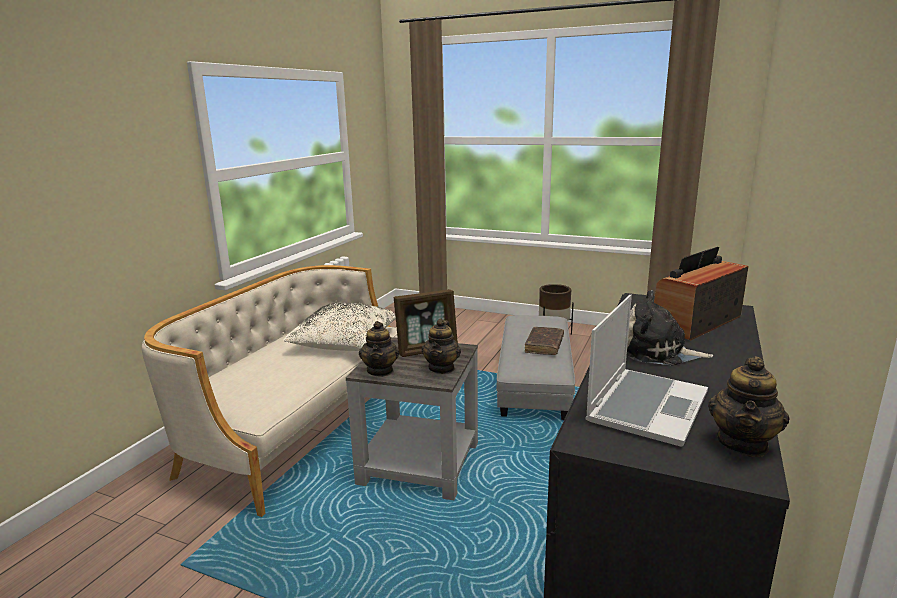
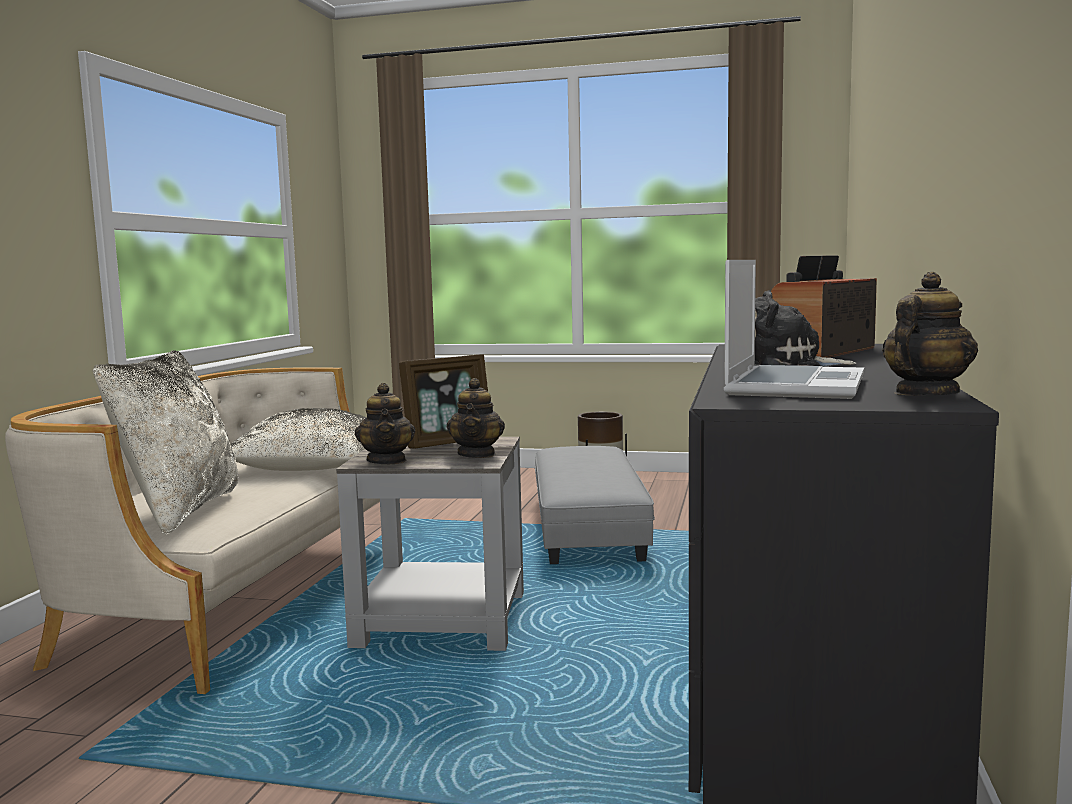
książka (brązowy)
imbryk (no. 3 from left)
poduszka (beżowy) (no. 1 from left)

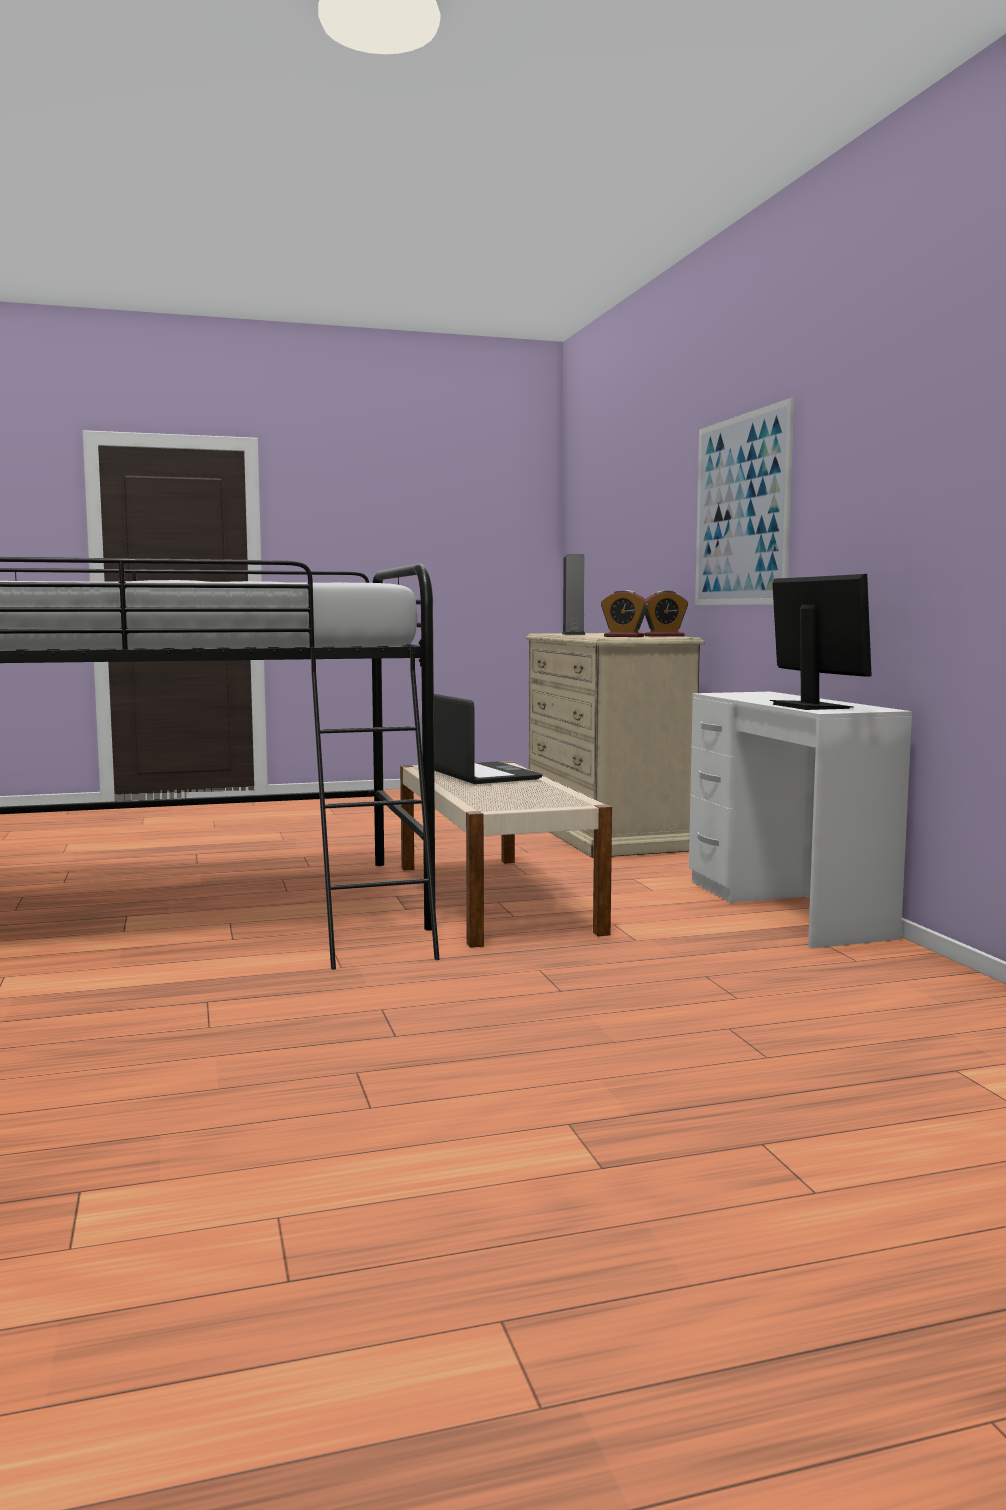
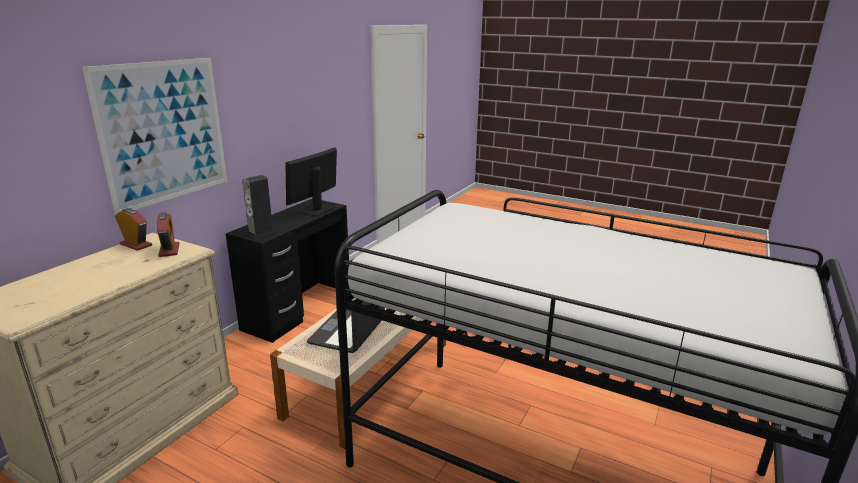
głośnik
biurko (czarny)

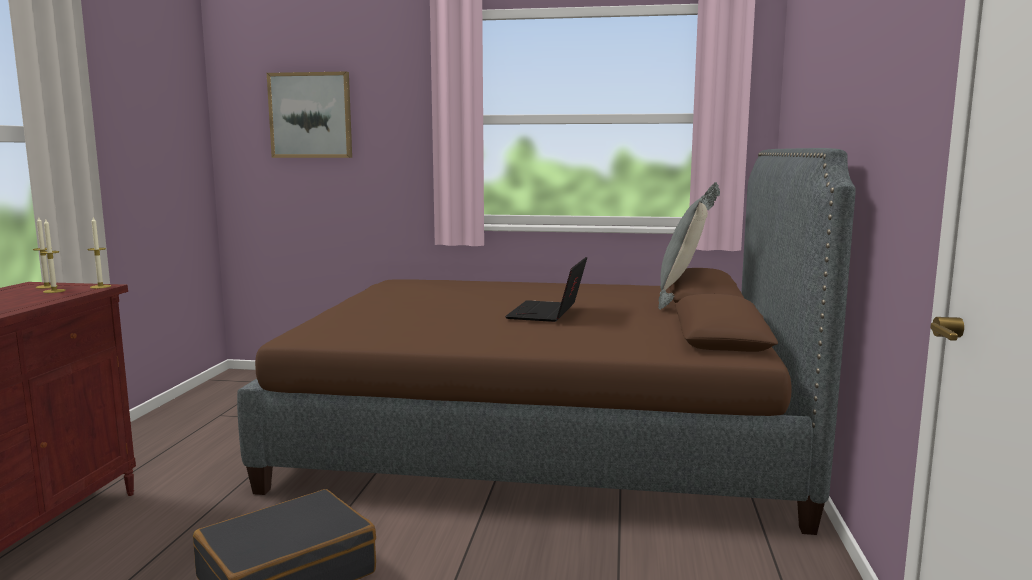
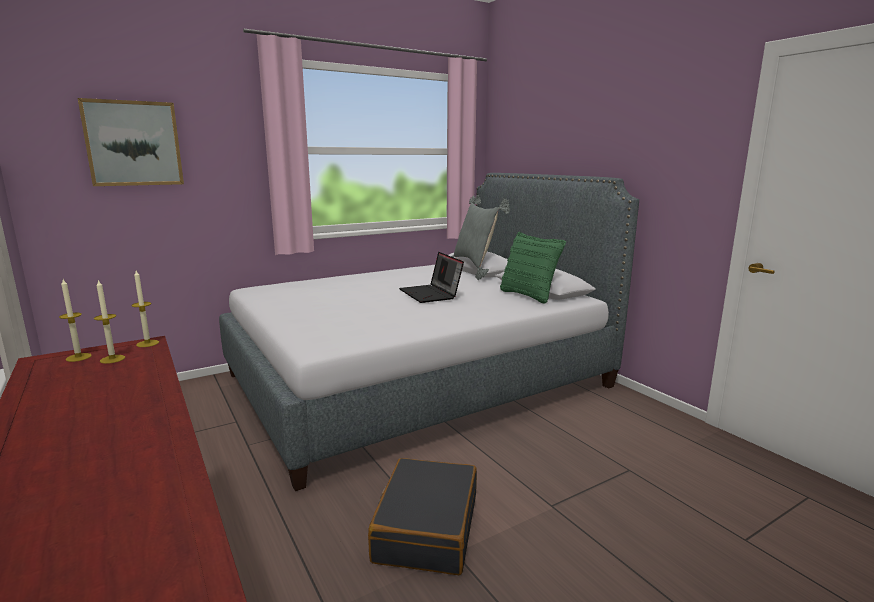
łóżko (szary)
poduszka (zielony)

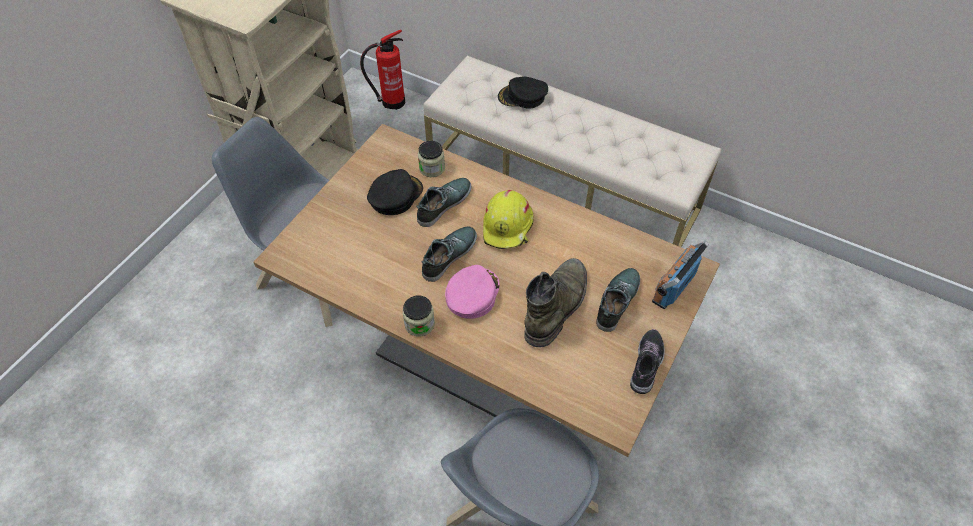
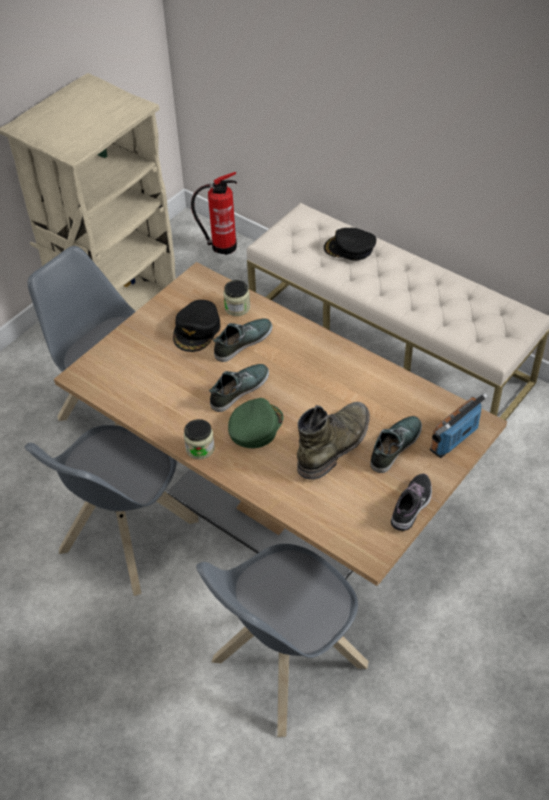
czapka z daszkiem (czarny) (no. 1 from left)
czapka z daszkiem (zielony)
kask (żółty)
krzesło (szary) (no. 2 from left)

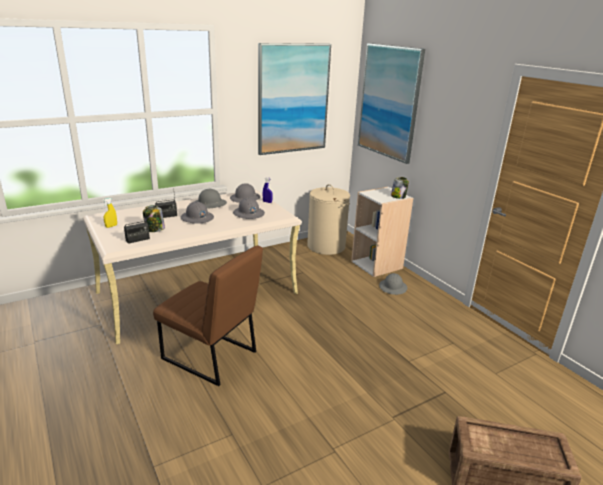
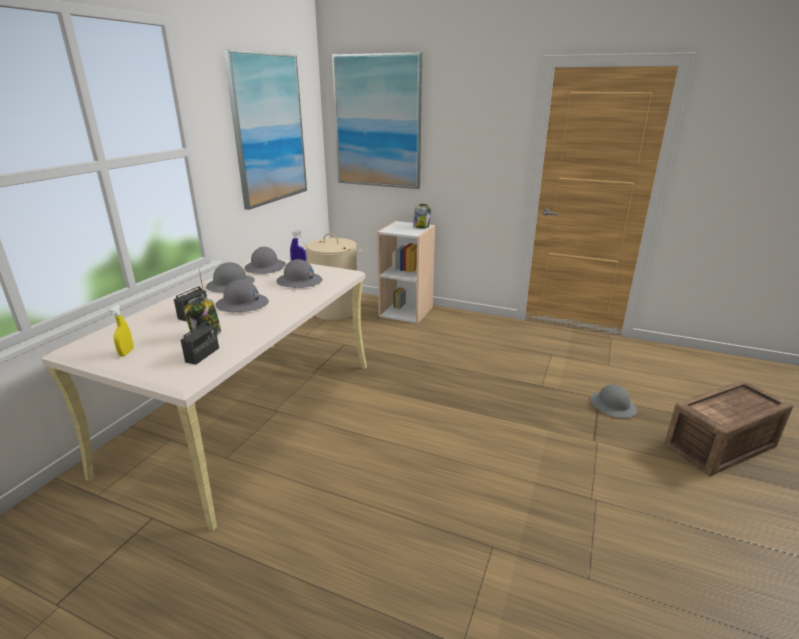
krzesło (brązowy)
kask (szary) (no. 5 from left)

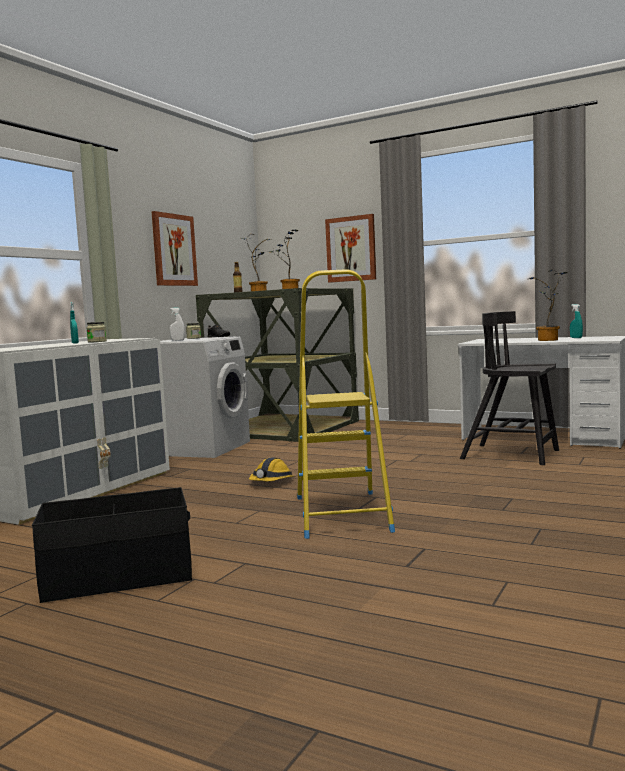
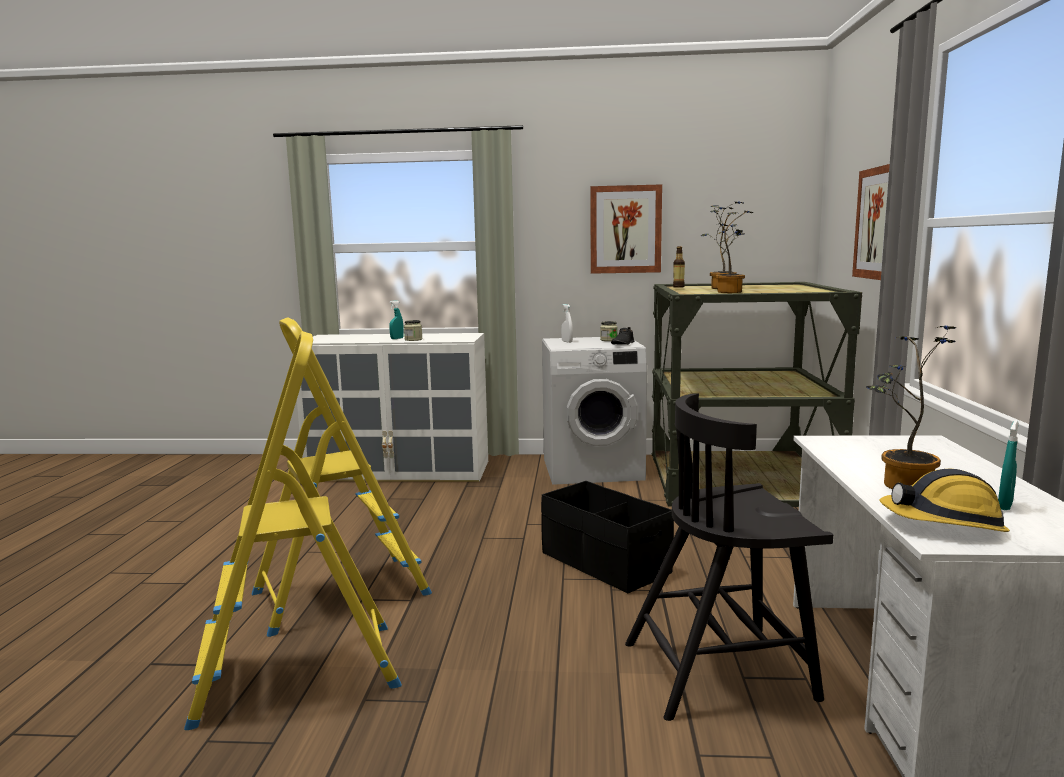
pojemnik do przechowywania (czarny)
kask
krzesło (czarny)
drabinka (żółty) (no. 1 from left)

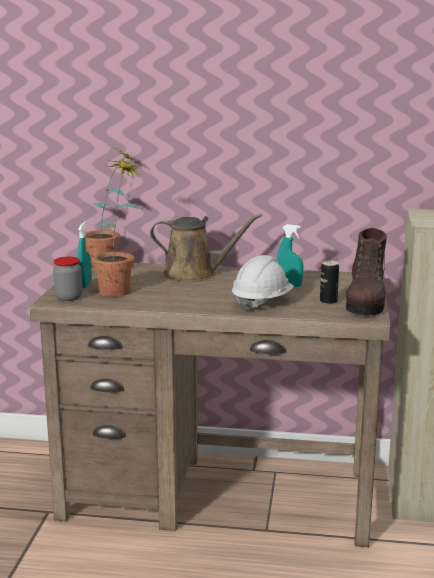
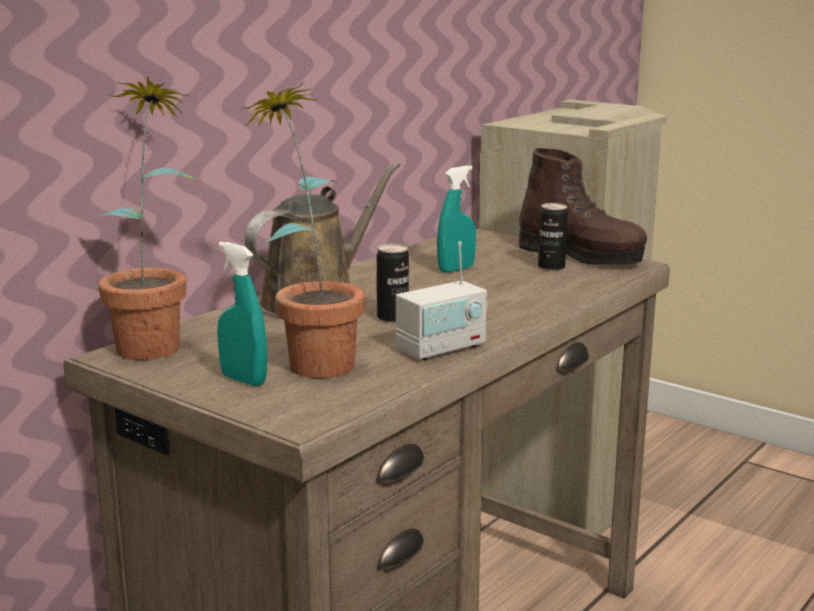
słoik
kask (biały)
puszka (no. 1 from left)
radio

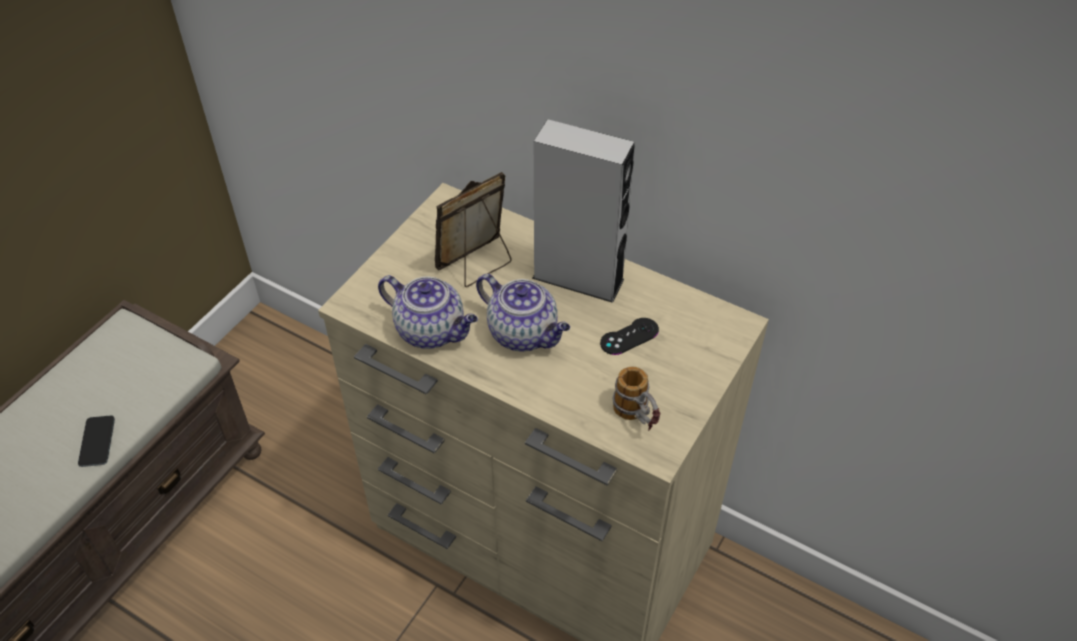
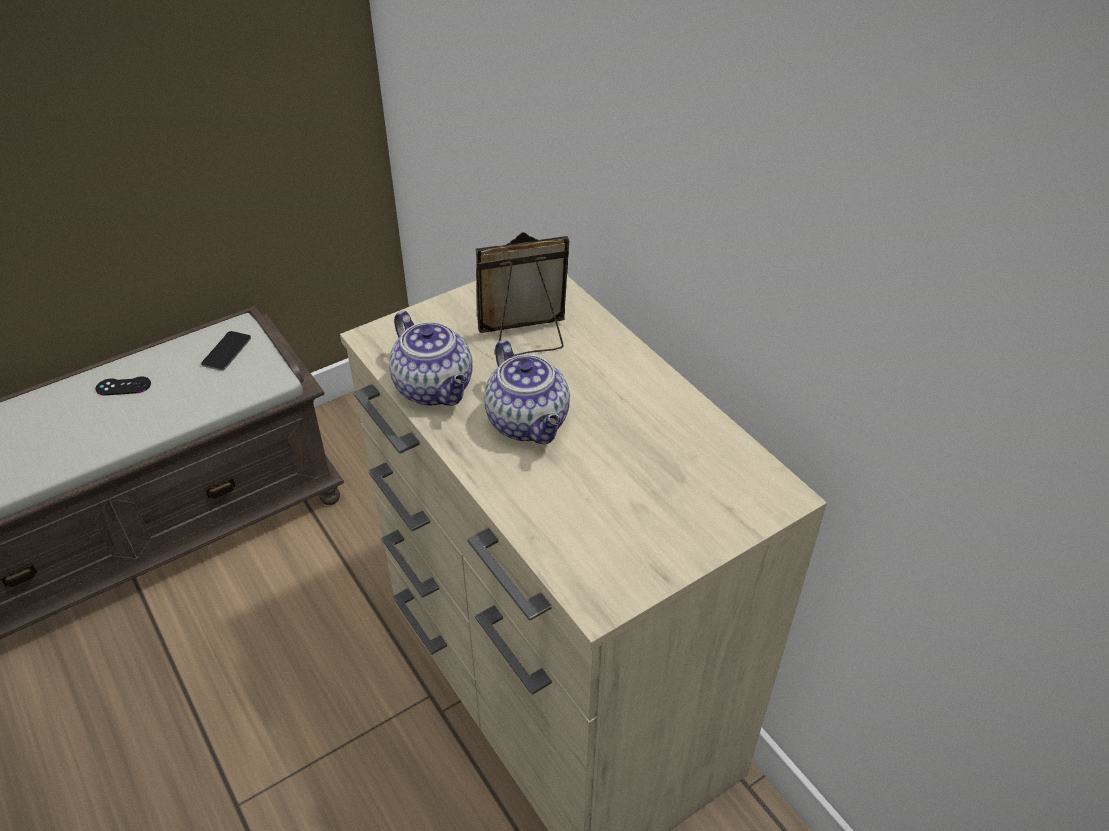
telefon
głośnik (szary)
pad do gier (czarny)
kubek

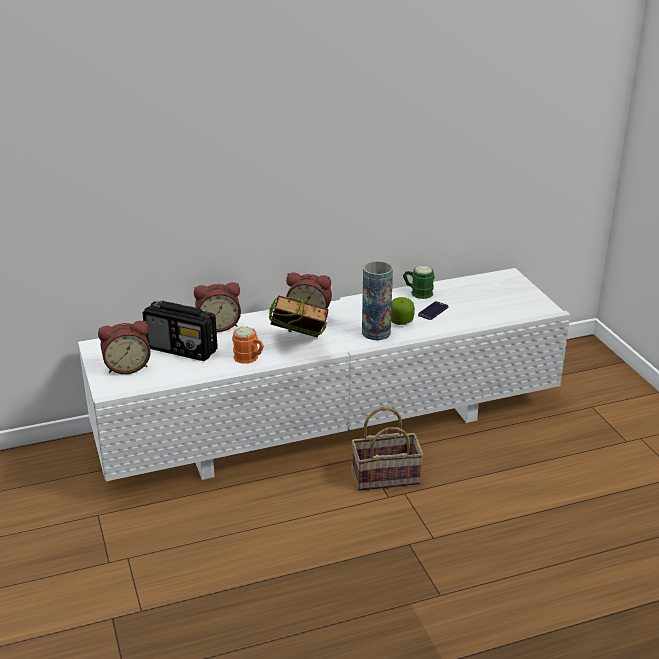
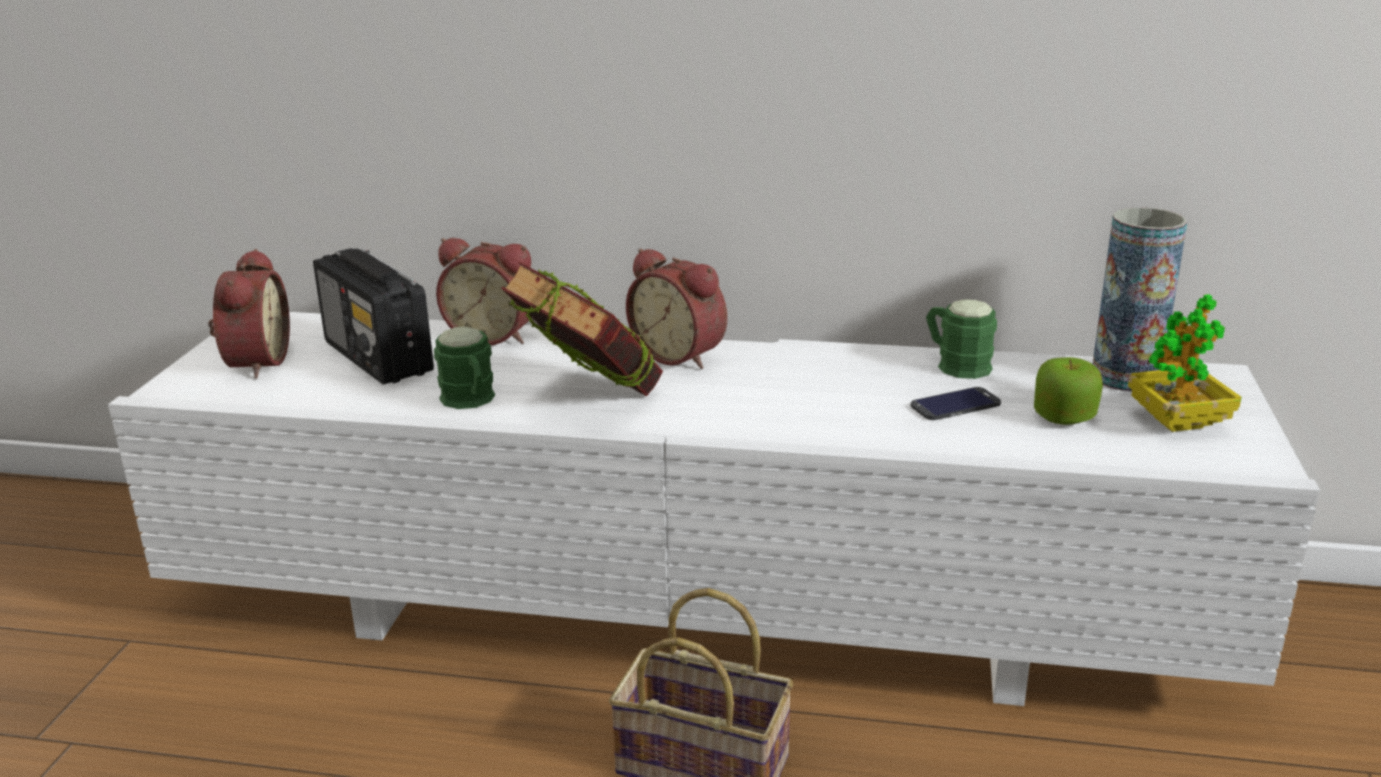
budzik (no. 1 from left)
kubek (zielony) (no. 1 from left)
wazon
jabłko
roślina doniczkowa

